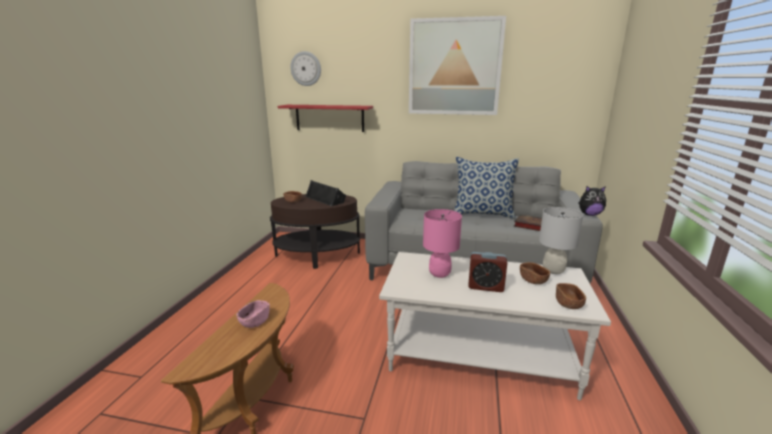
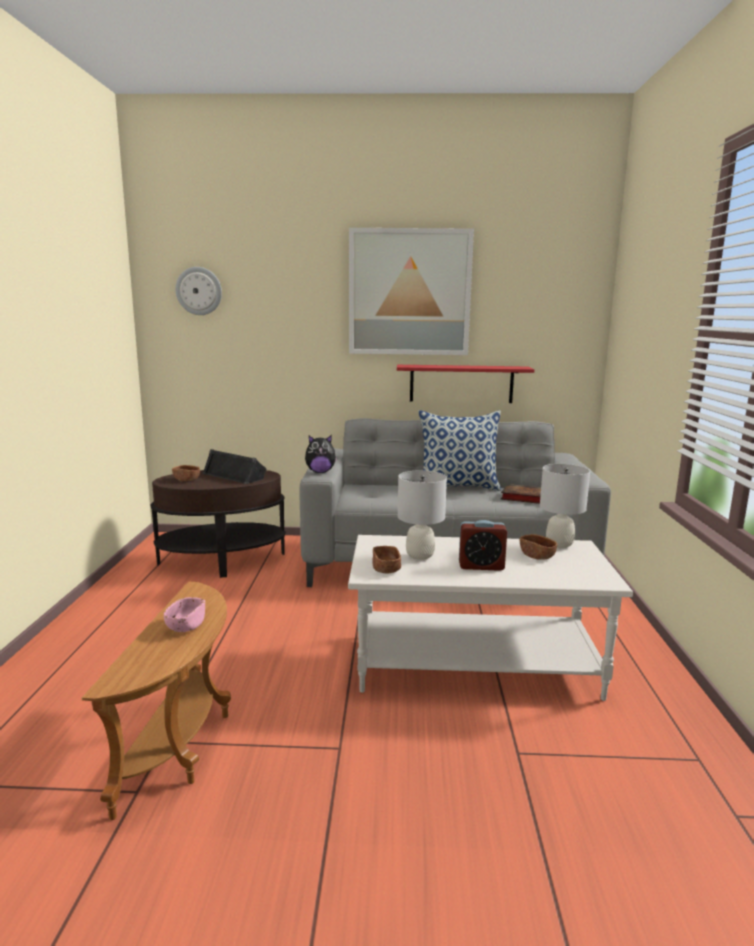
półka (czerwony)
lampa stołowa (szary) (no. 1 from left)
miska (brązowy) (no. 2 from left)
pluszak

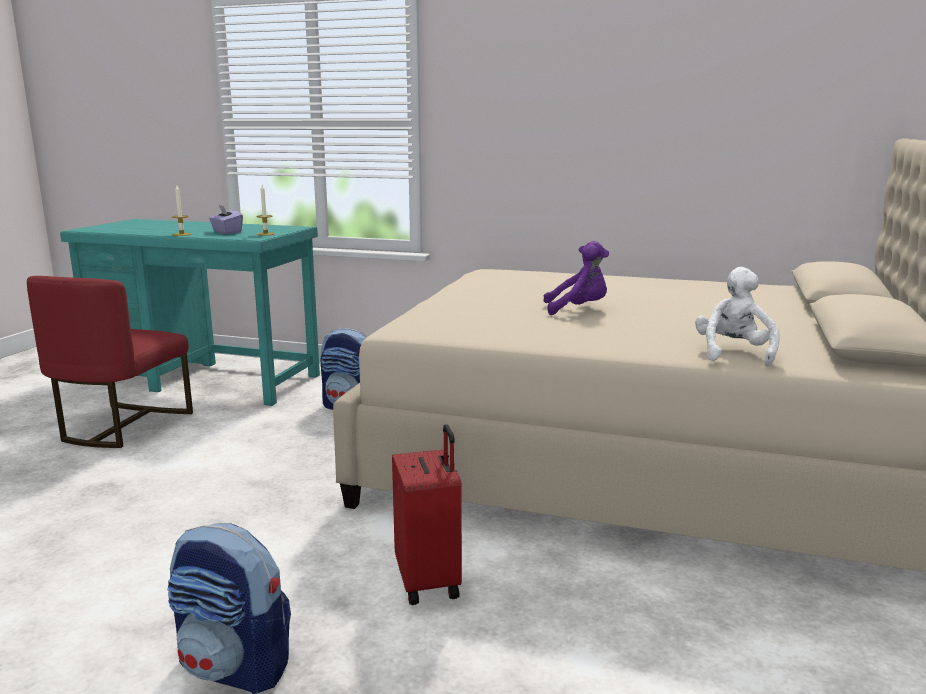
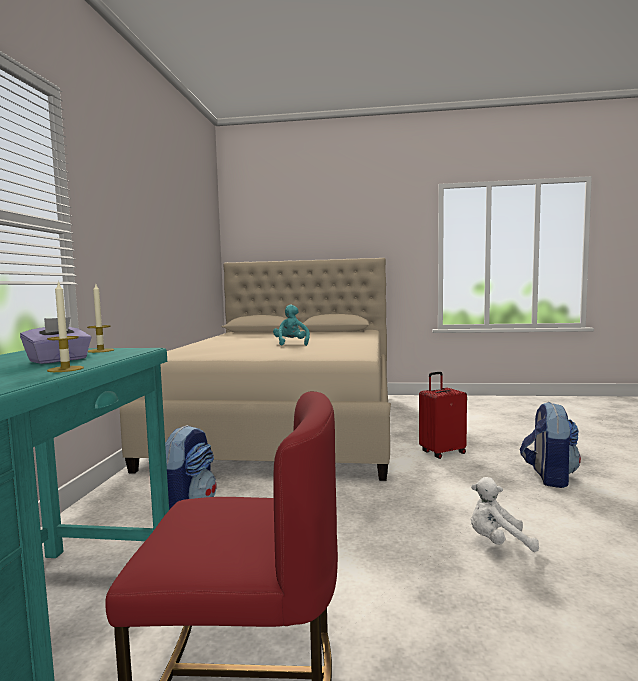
pluszak (turkusowy)
pluszak (biały)

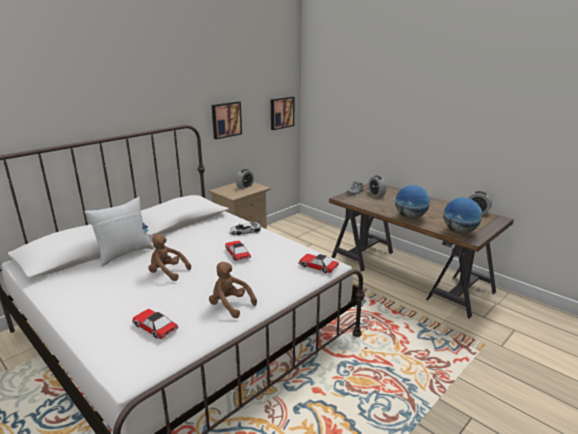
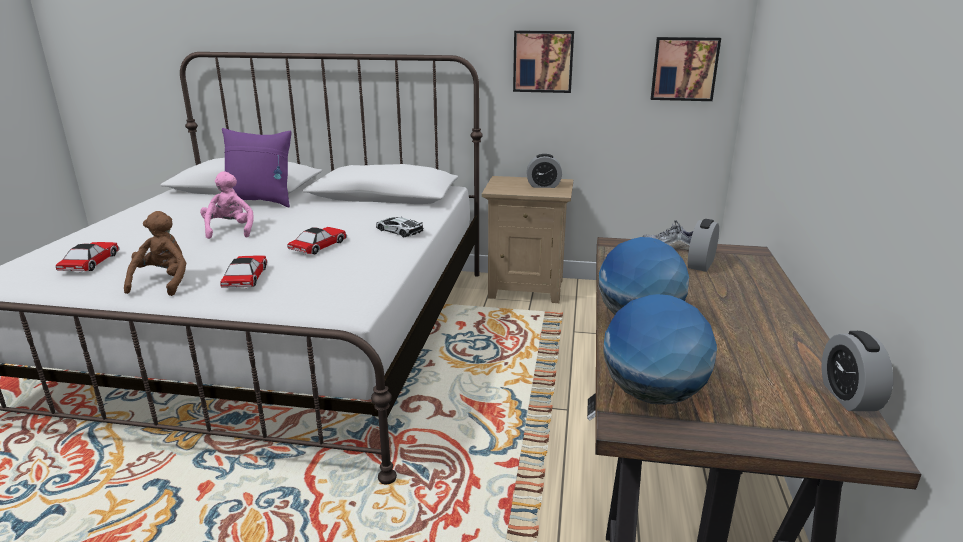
poduszka (fioletowy)
pluszak (różowy)
samochodzik (no. 2 from left)

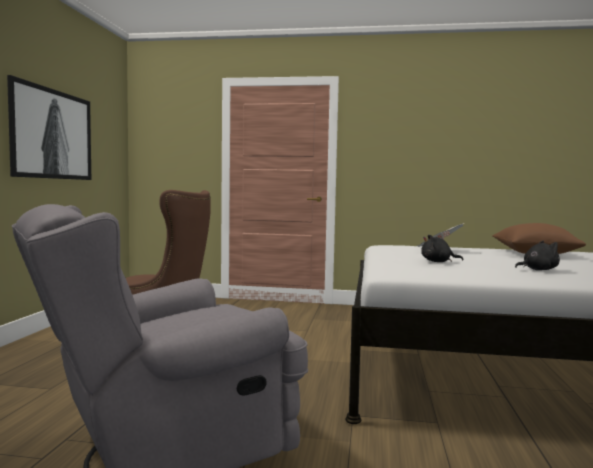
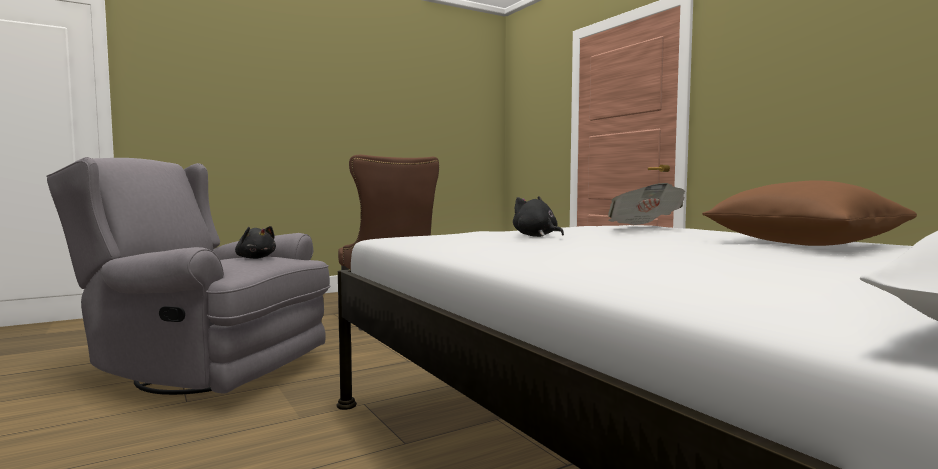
obraz
pluszak (czarny) (no. 1 from left)

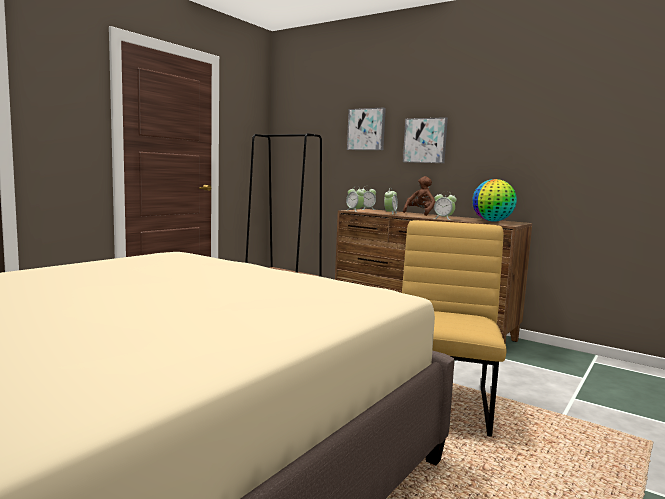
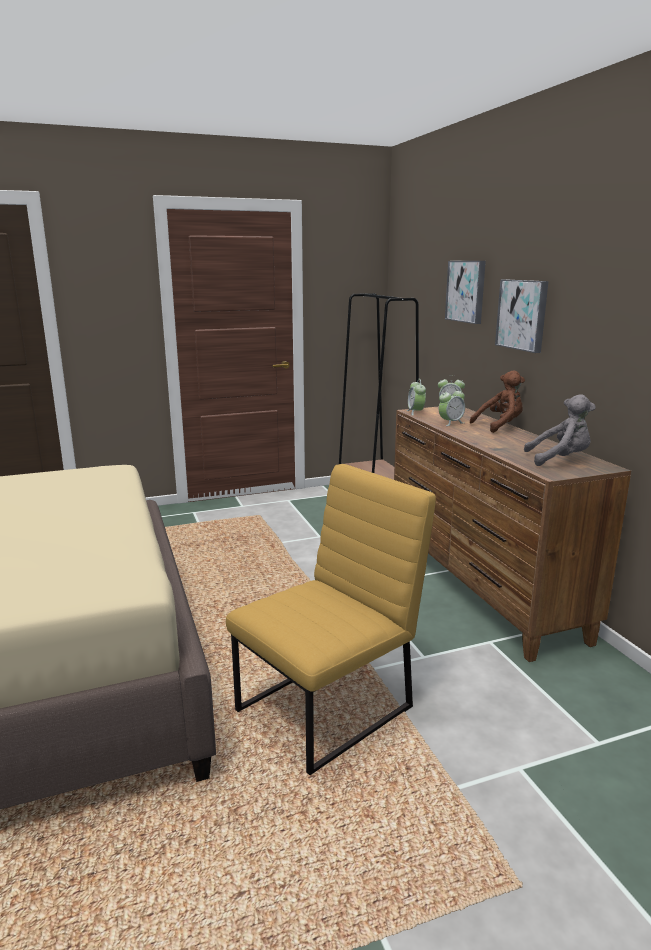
budzik (no. 4 from left in the first image)
pluszak (szary)

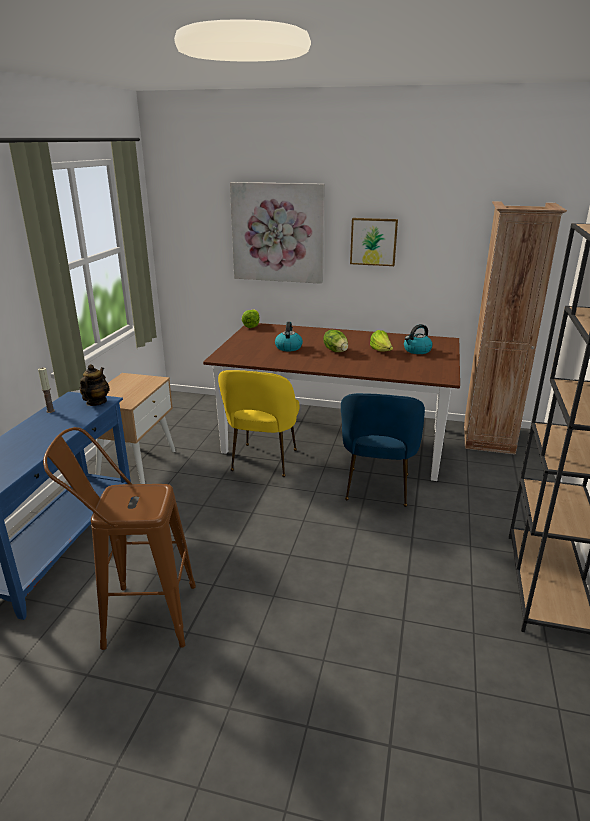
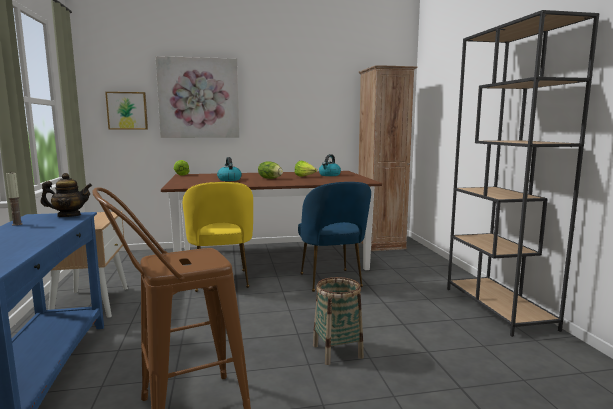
imbryk
obraz (no. 1 from left)
koszyk

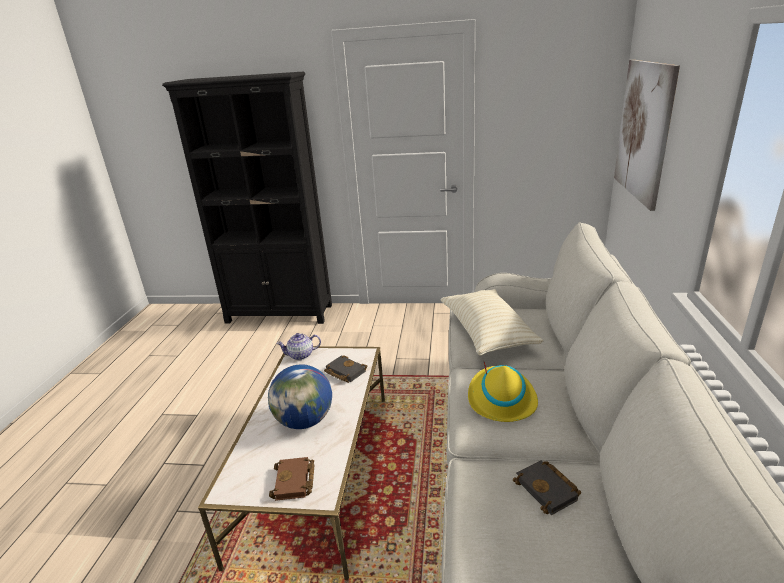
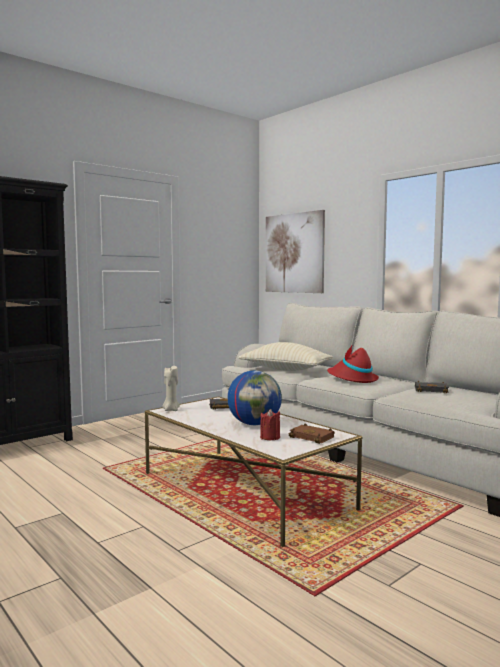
świeca (beżowy)
kapelusz (czerwony)
świeca (czerwony)

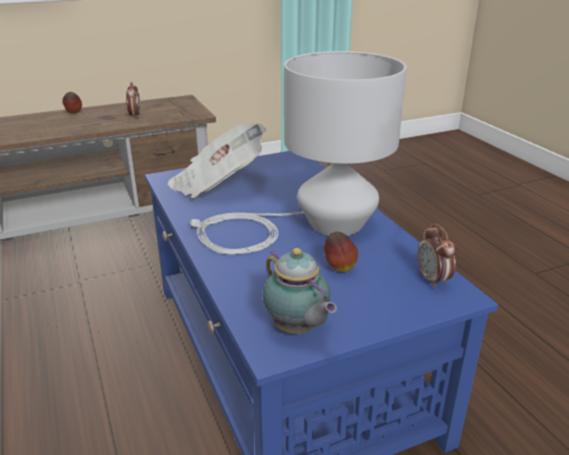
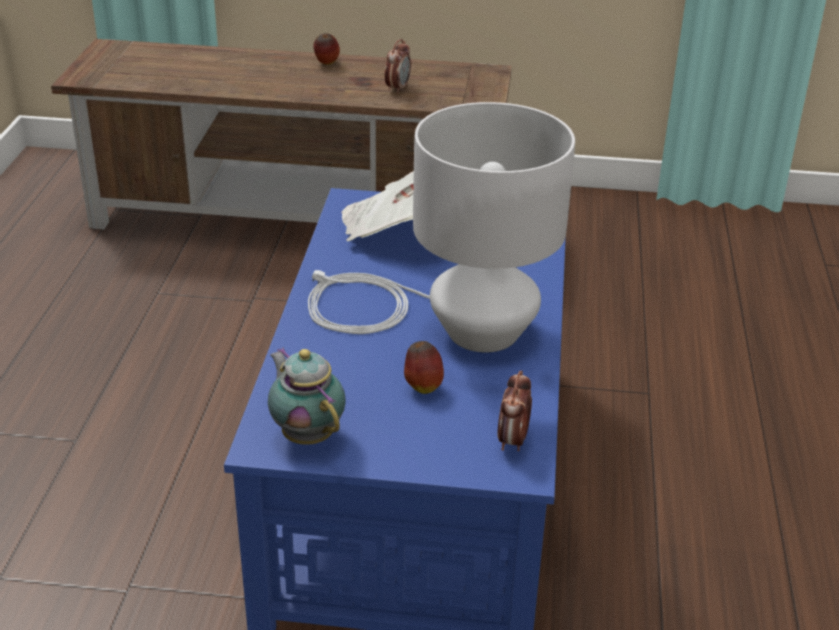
imbryk

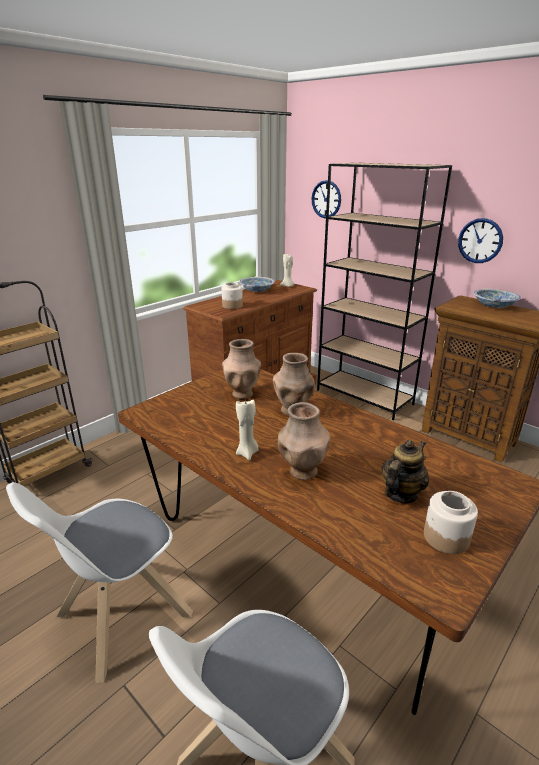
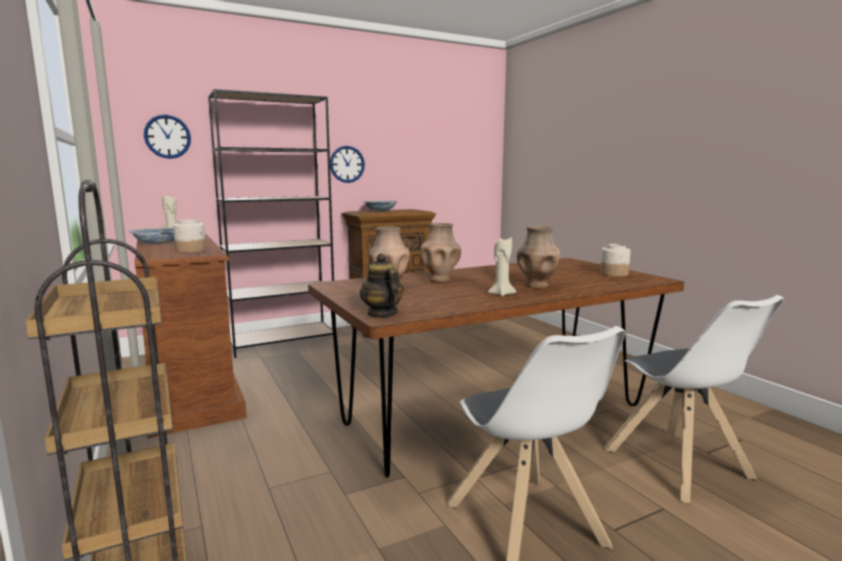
imbryk

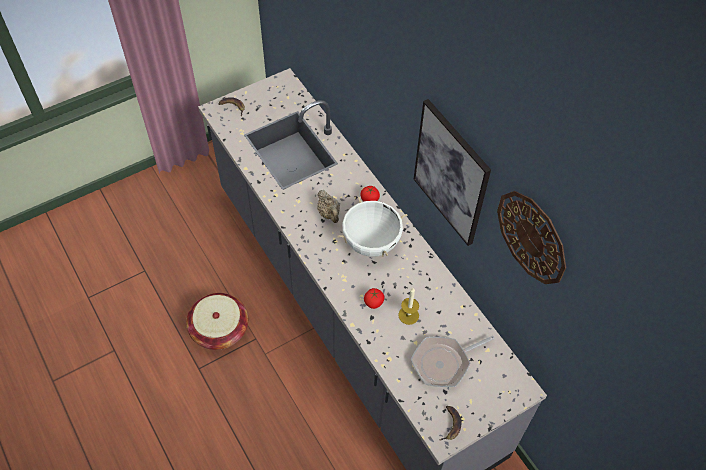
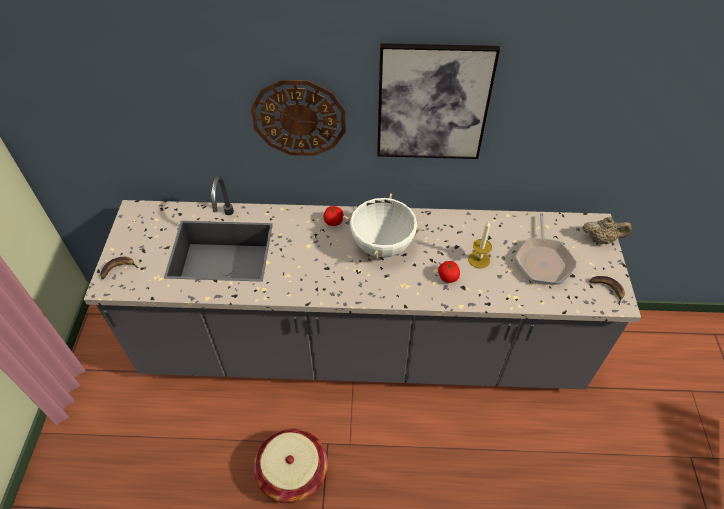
imbryk (beżowy)
zegar ścienny

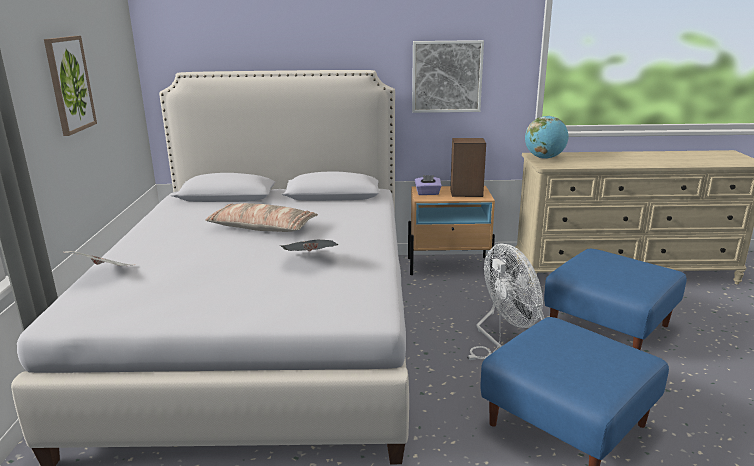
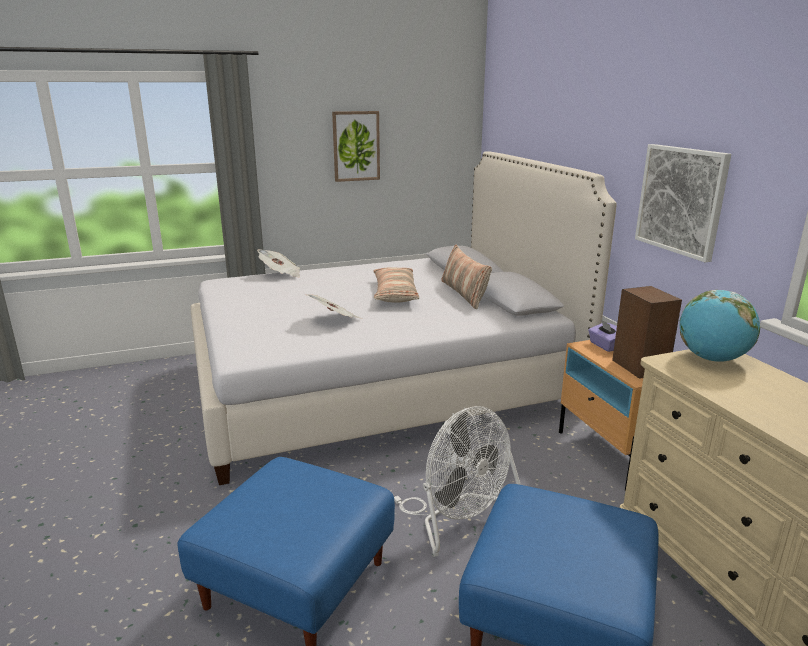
poduszka (no. 2 from left)

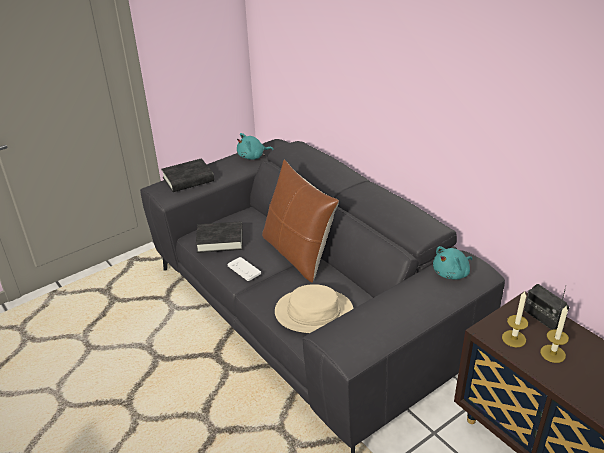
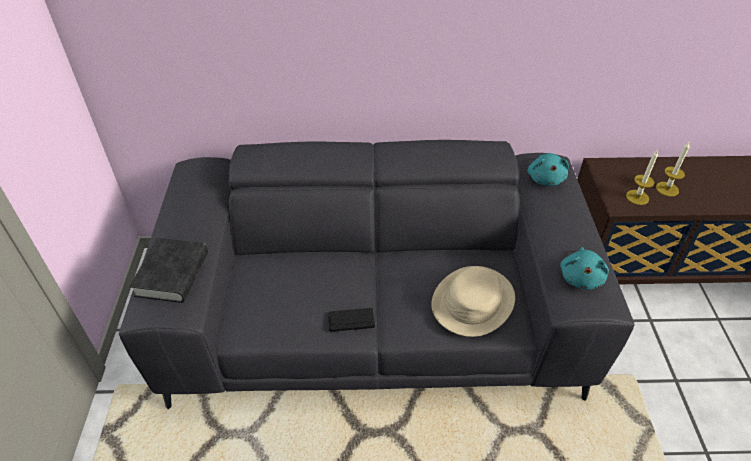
książka (czarny) (no. 2 from left in the first image)
pad do gier (czarny)
pluszak (turkusowy) (no. 2 from left)
poduszka (brązowy)
radio

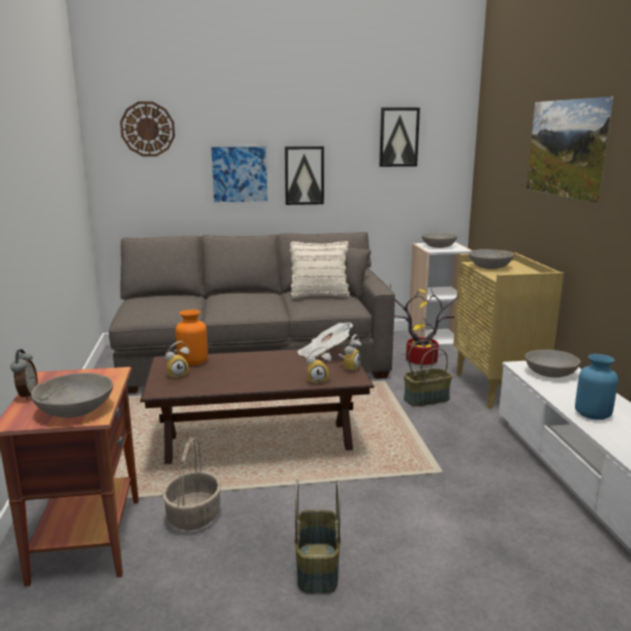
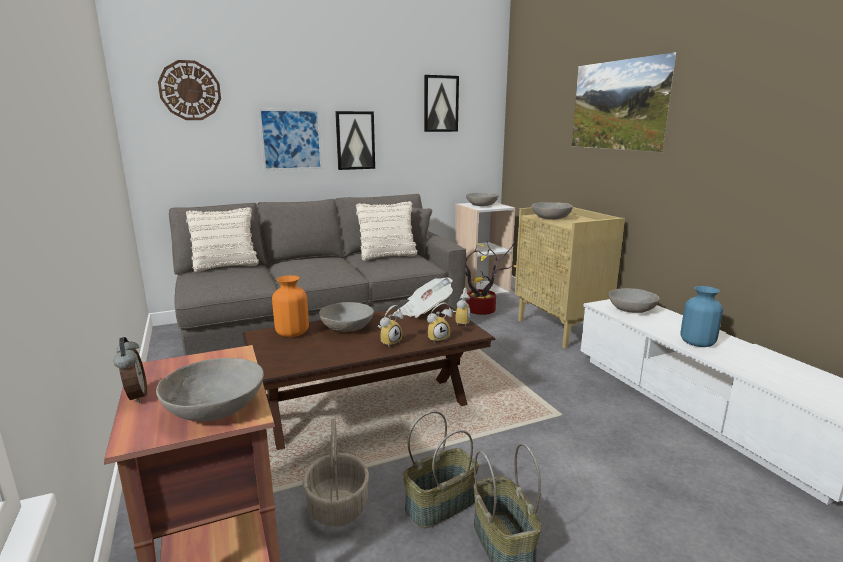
budzik (no. 2 from left)
koszyk (no. 2 from left)
poduszka (beżowy) (no. 1 from left)
miska (szary) (no. 2 from left)

